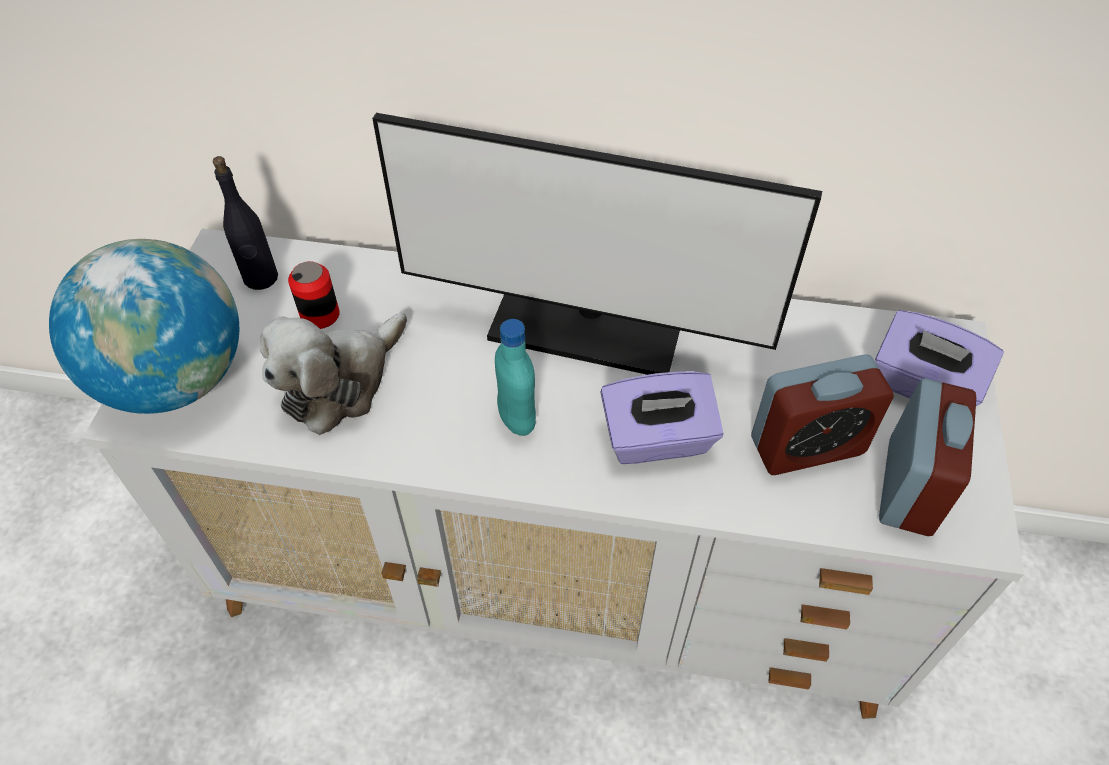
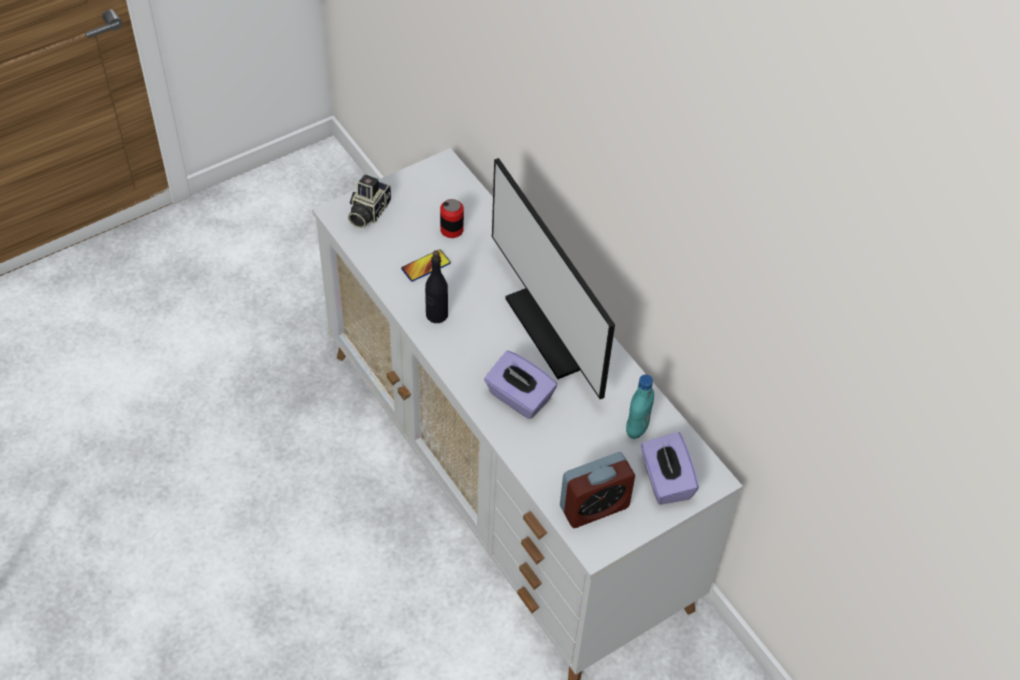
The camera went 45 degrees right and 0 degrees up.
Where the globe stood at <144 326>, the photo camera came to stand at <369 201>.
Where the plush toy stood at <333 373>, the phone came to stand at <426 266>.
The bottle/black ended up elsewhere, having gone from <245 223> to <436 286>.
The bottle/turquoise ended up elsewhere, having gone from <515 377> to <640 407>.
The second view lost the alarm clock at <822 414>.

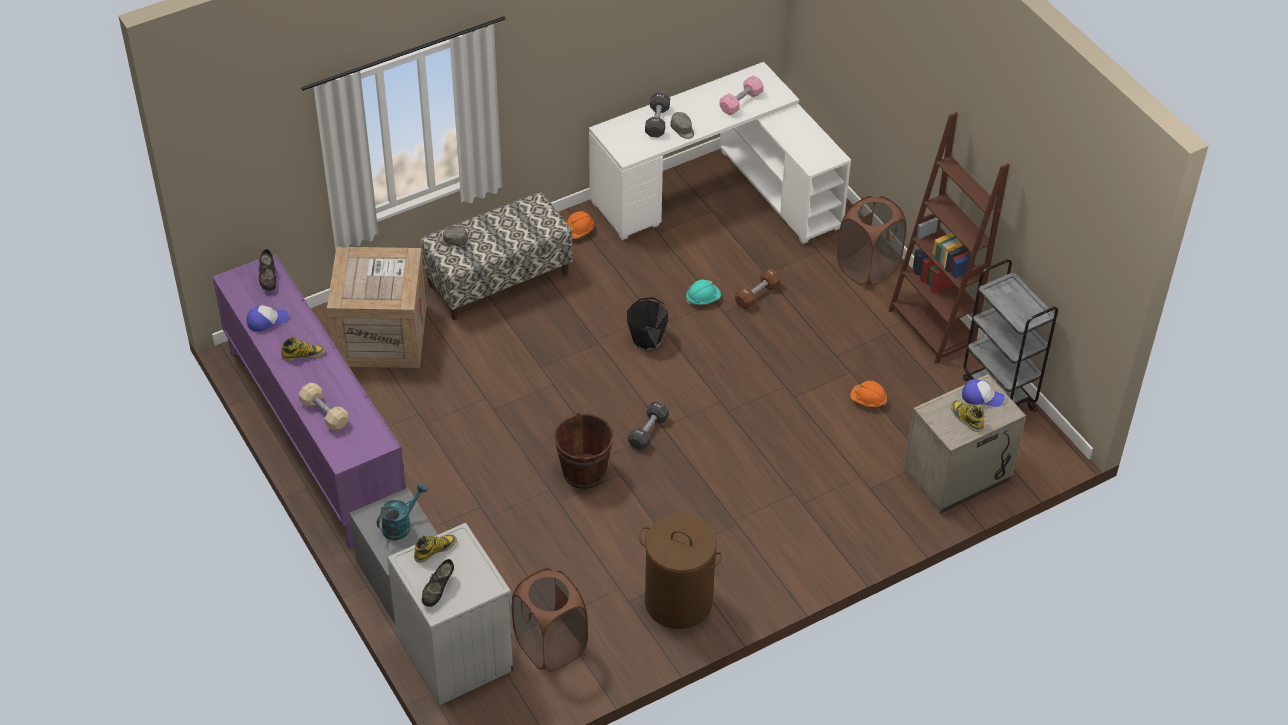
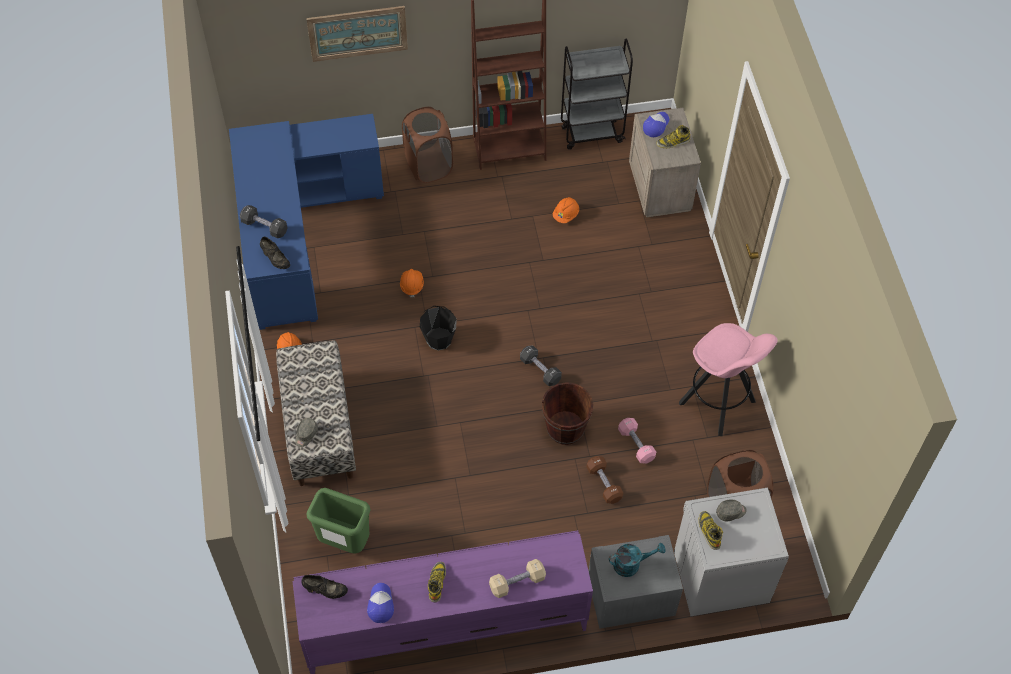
The camera went 70 degrees left and 10 degrees up.
What was the desk/white at <720 153> turned into the desk/blue at <306 222>.
The shoe/black ended up elsewhere, having gone from <438 583> to <275 253>.
The second view gained the picture at <357 34>.
Where the crate stood at <377 307>, the trash can/green came to stand at <338 521>.
What was the hard hat/turquoise at <703 292> turned into the hard hat/orange at <412 283>.
The dumbbell/brown ended up elsewhere, having gone from <758 288> to <605 480>.
The watering can/turquoise at <402 511> ended up facing another way, 105 degrees clockwise from before.
The dumbbell/pink ended up elsewhere, having gone from <741 95> to <637 441>.
Where the laundry basket/brown stood at <680 571>, the stool/pink came to stand at <728 379>.
The cap/grey ended up elsewhere, having gone from <682 125> to <731 510>.

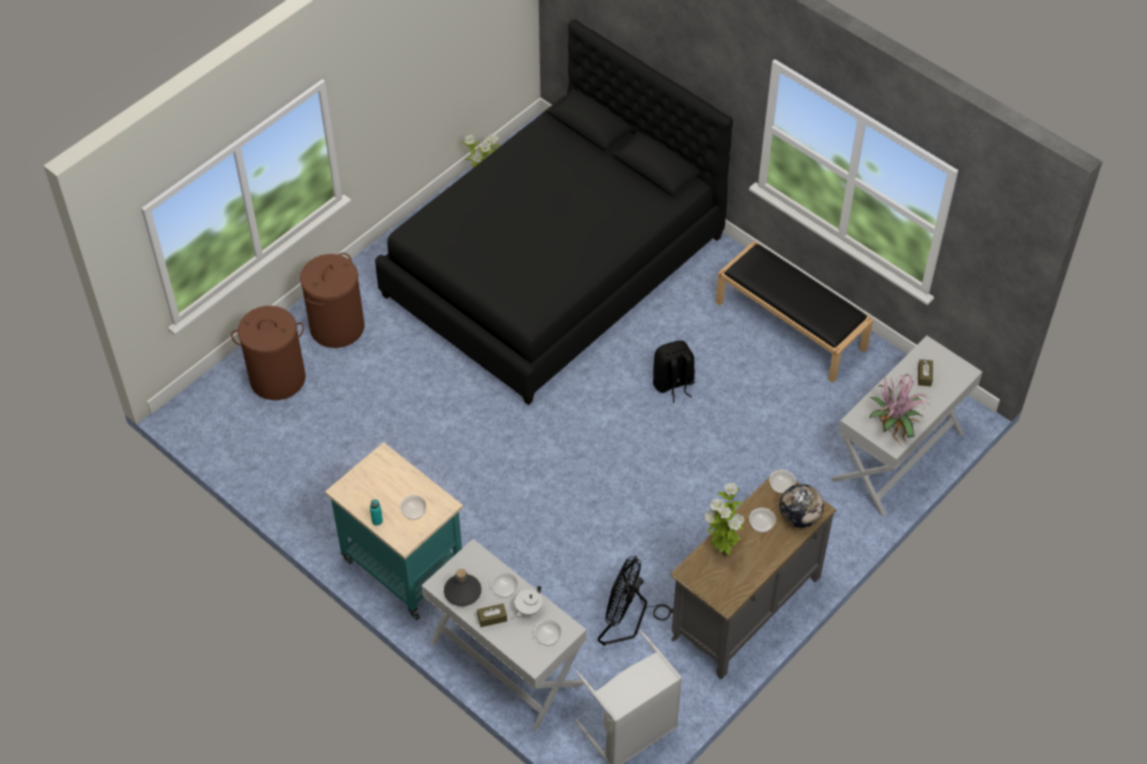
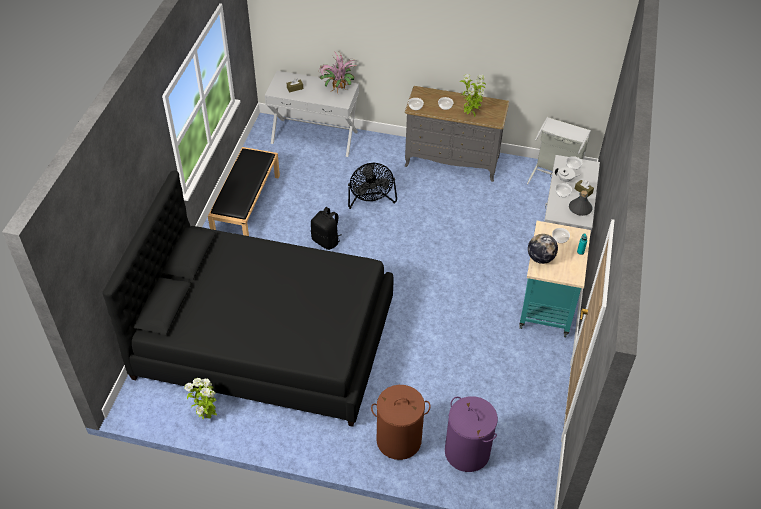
The camera went 120 degrees left and 5 degrees down.
The fan/black ended up elsewhere, having gone from <635 601> to <372 186>.
What was the laundry basket/brown at <268 353> turned into the laundry basket/purple at <471 434>.
The globe ended up elsewhere, having gone from <802 506> to <543 249>.

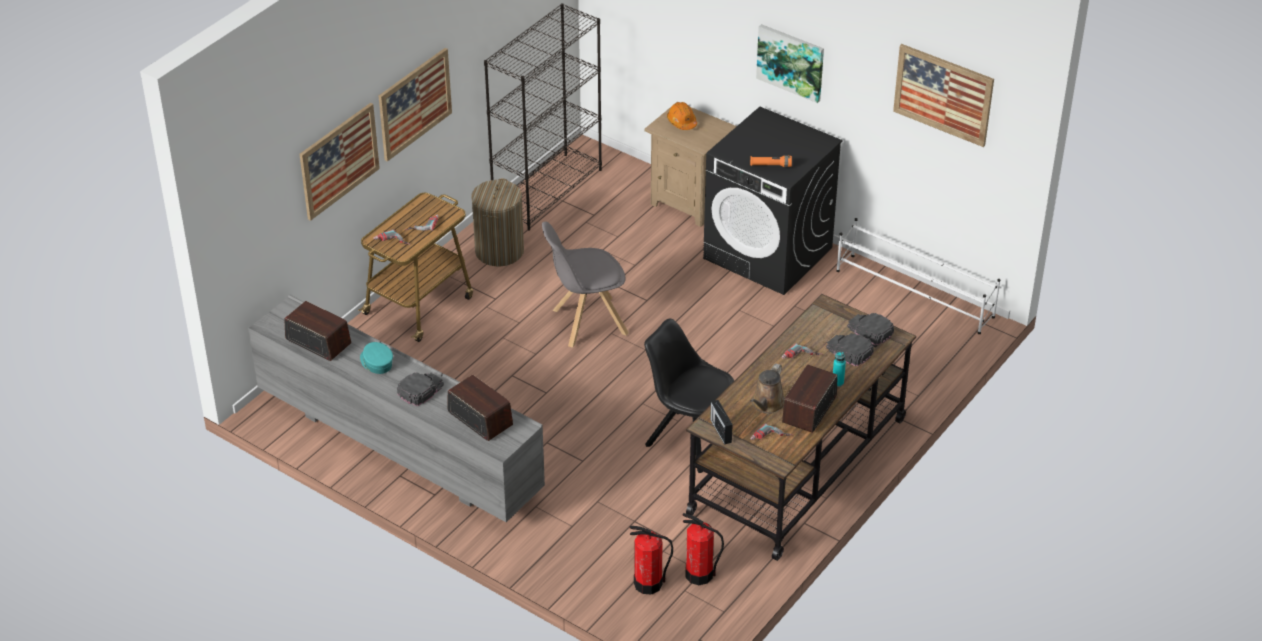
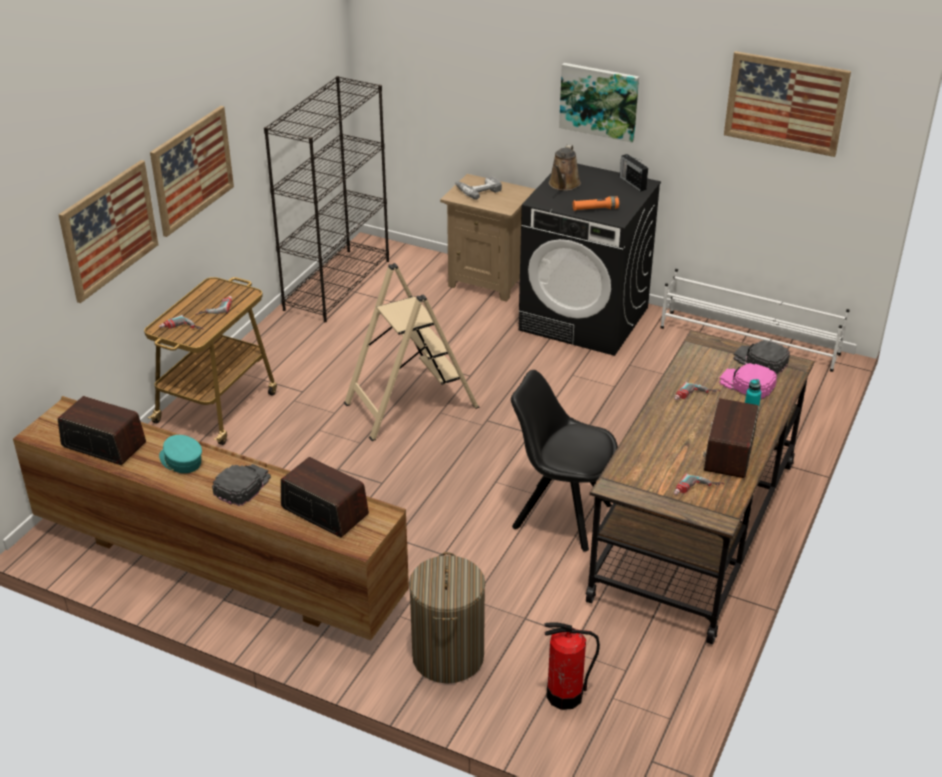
The camera went 10 degrees left and 5 degrees down.
What was the cabinet/grey at <396 408> turned into the cabinet/brown at <211 518>.
Where the chair/grey stood at <585 285>, the step ladder/beige came to stand at <411 352>.
The laundry basket ended up elsewhere, having gone from <497 222> to <447 618>.
Where the hard hat/orange stood at <682 116>, the power drill came to stand at <478 188>.
The watering can/brown ended up elsewhere, having gone from <767 389> to <565 168>.
The radio ended up elsewhere, having gone from <721 422> to <634 173>.
What was the cap/black at <850 349> turned into the cap/pink at <748 381>.
The second view lost the fire extinguisher at <703 549>.

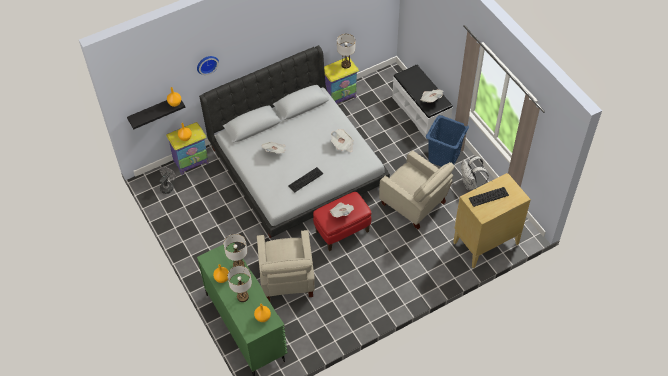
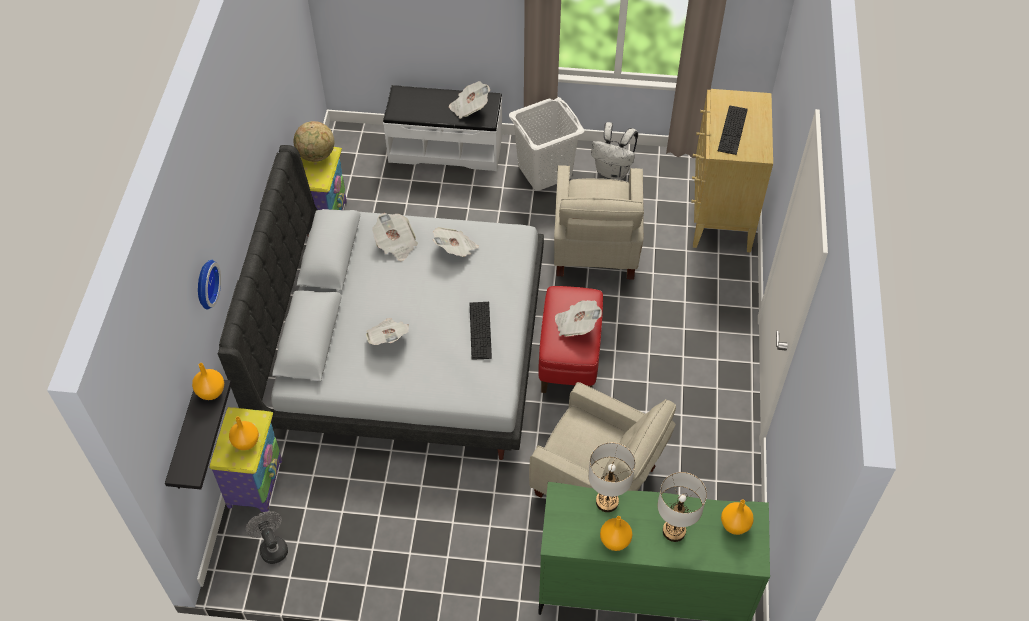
The camera went 55 degrees left and 0 degrees up.
Where the table lamp stood at <346 51>, the globe came to stand at <313 141>.
The second view gained the newspaper at <395 237>.
What was the laundry basket/blue at <447 141> turned into the laundry basket/white at <546 144>.
The armchair/beige at <417 189> ended up facing another way, 105 degrees clockwise from before.

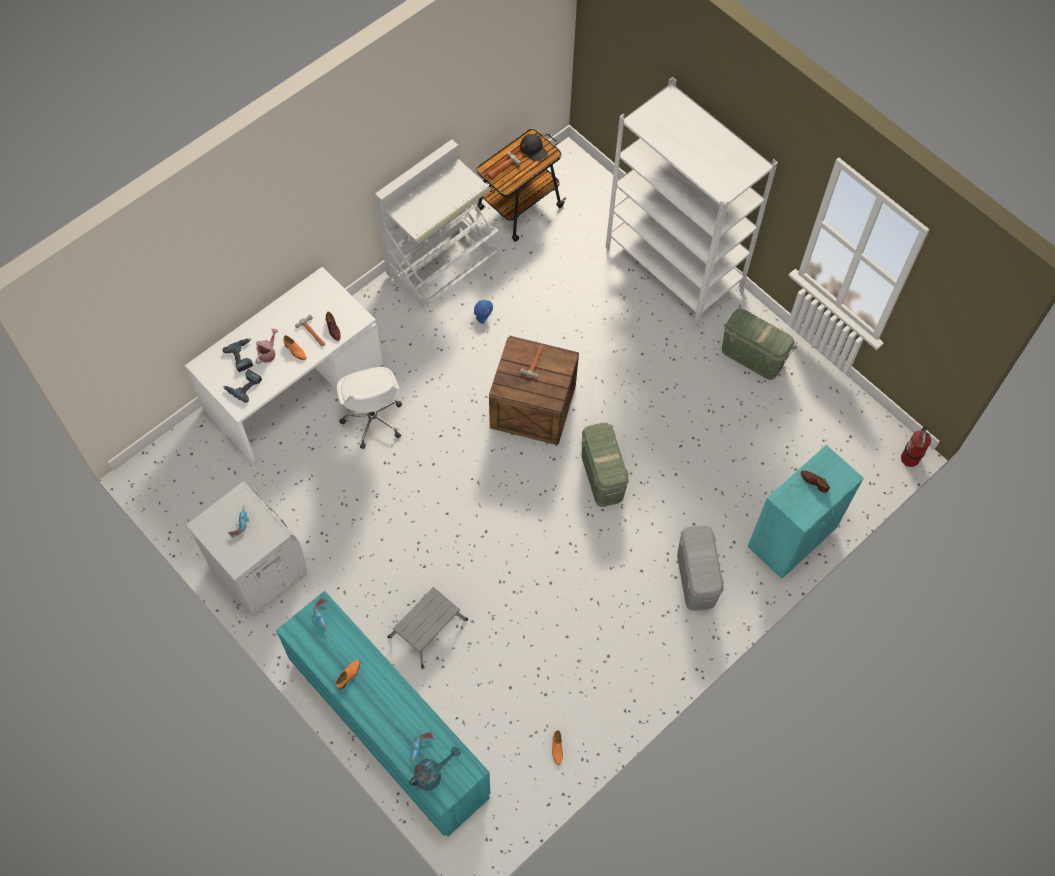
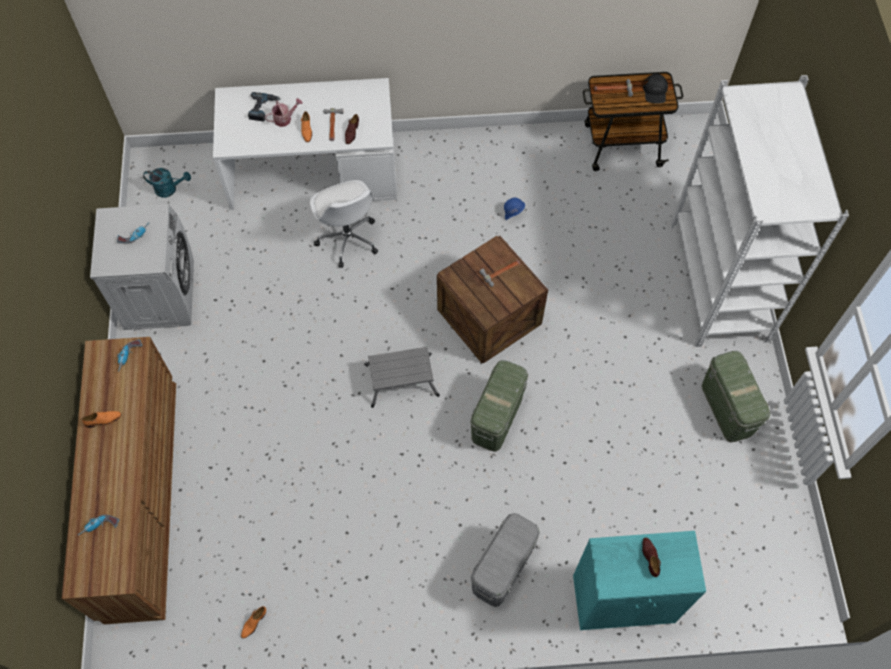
The camera went 40 degrees right and 0 degrees up.
What was the dresser/turquoise at <383 713> turned into the dresser/brown at <119 480>.
The watering can/turquoise ended up elsewhere, having gone from <435 768> to <167 183>.
The office chair/white at <369 408> ended up facing another way, 45 degrees counterclockwise from before.
The step ladder/grey ended up elsewhere, having gone from <427 627> to <402 377>.
The second view lost the power drill at <242 386>.
The second view lost the shoe rack/white at <436 224>.
The second view lost the fire extinguisher at <916 446>.

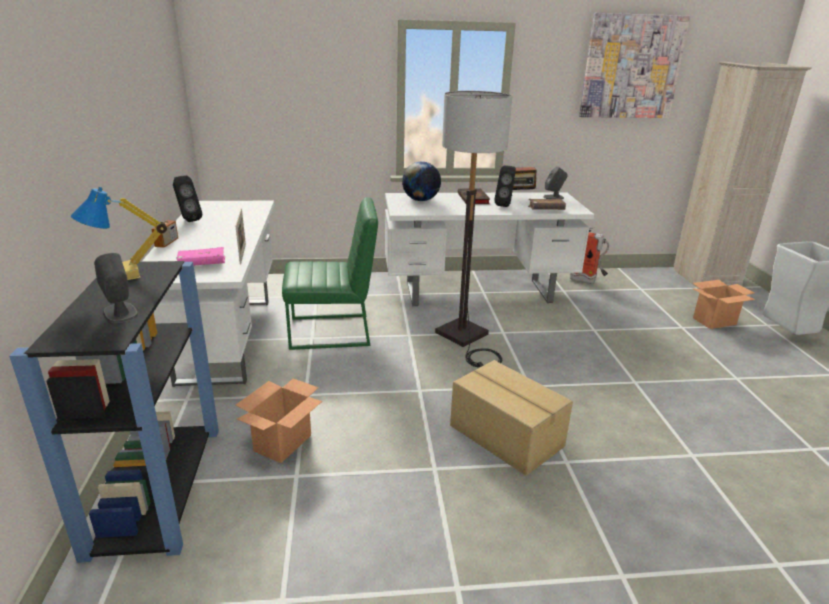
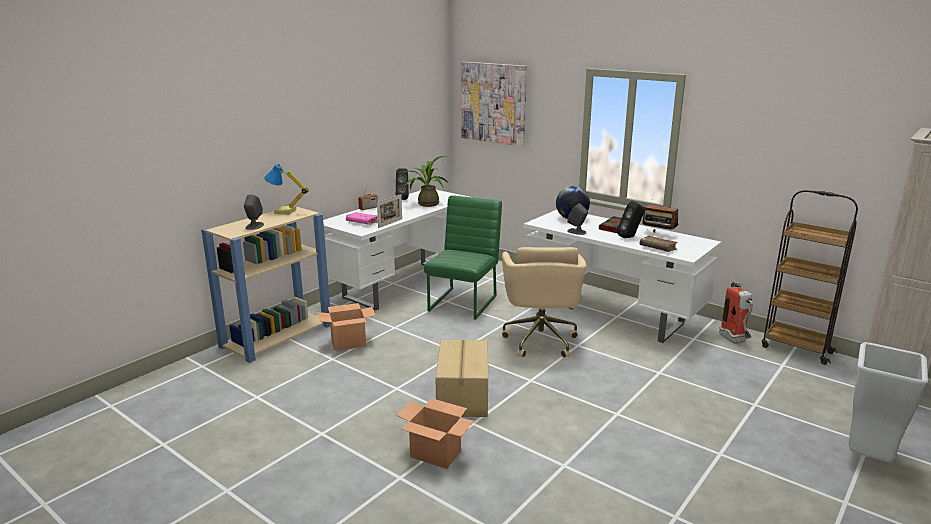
The camera went 45 degrees right and 5 degrees down.
What was the bookcase/black at <114 412> turned into the bookcase/beige at <265 285>.
The cardboard box ended up elsewhere, having gone from <723 304> to <435 433>.
The second view gained the potted plant at <425 181>.
The chair/green at <330 273> ended up facing another way, 105 degrees counterclockwise from before.
The picture ended up elsewhere, having gone from <635 65> to <494 104>.
Where the floor lamp stood at <473 229>, the office chair/beige came to stand at <544 302>.
The speaker/grey ended up elsewhere, having gone from <555 182> to <577 219>.
The second view gained the cart/brown at <809 277>.

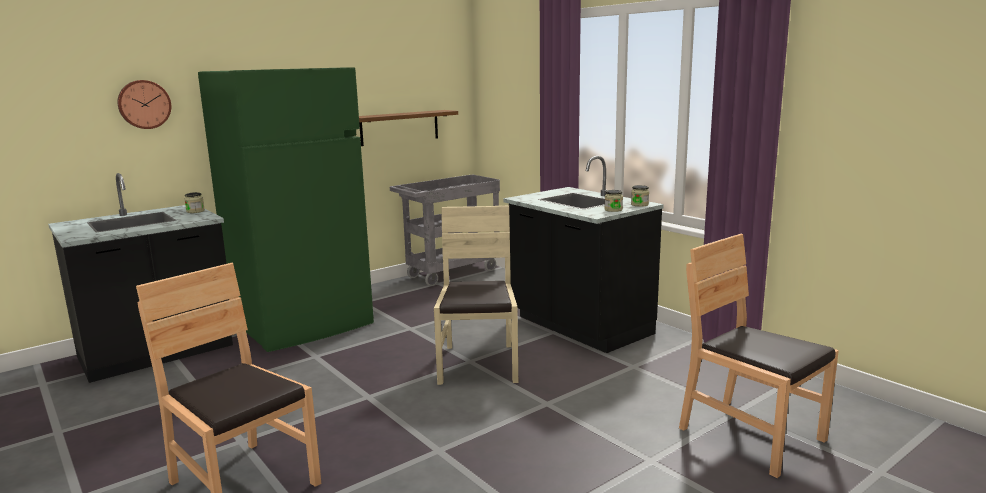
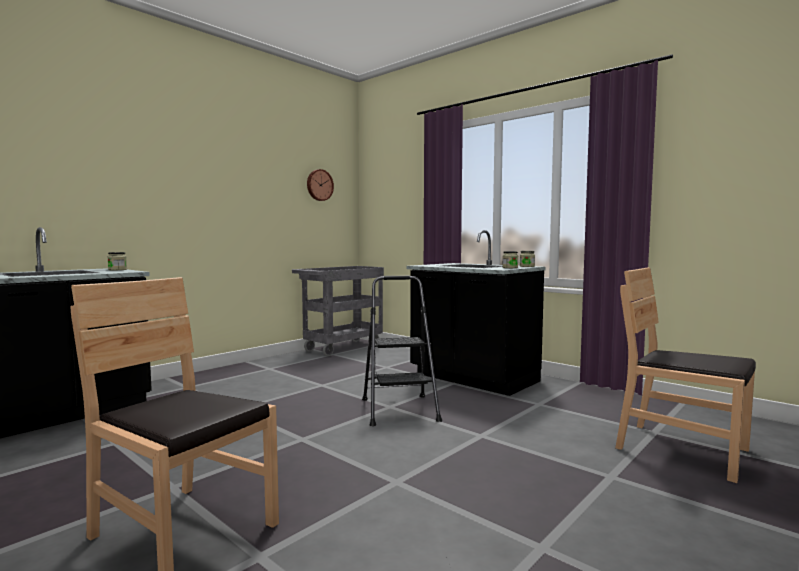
The camera went 10 degrees left and 10 degrees down.
The wall clock ended up elsewhere, having gone from <144 104> to <320 185>.
Where the chair/beige stood at <476 295>, the step ladder/black came to stand at <402 351>.
The second view lost the fridge/green at <286 209>.
The second view lost the shelf at <408 128>.

